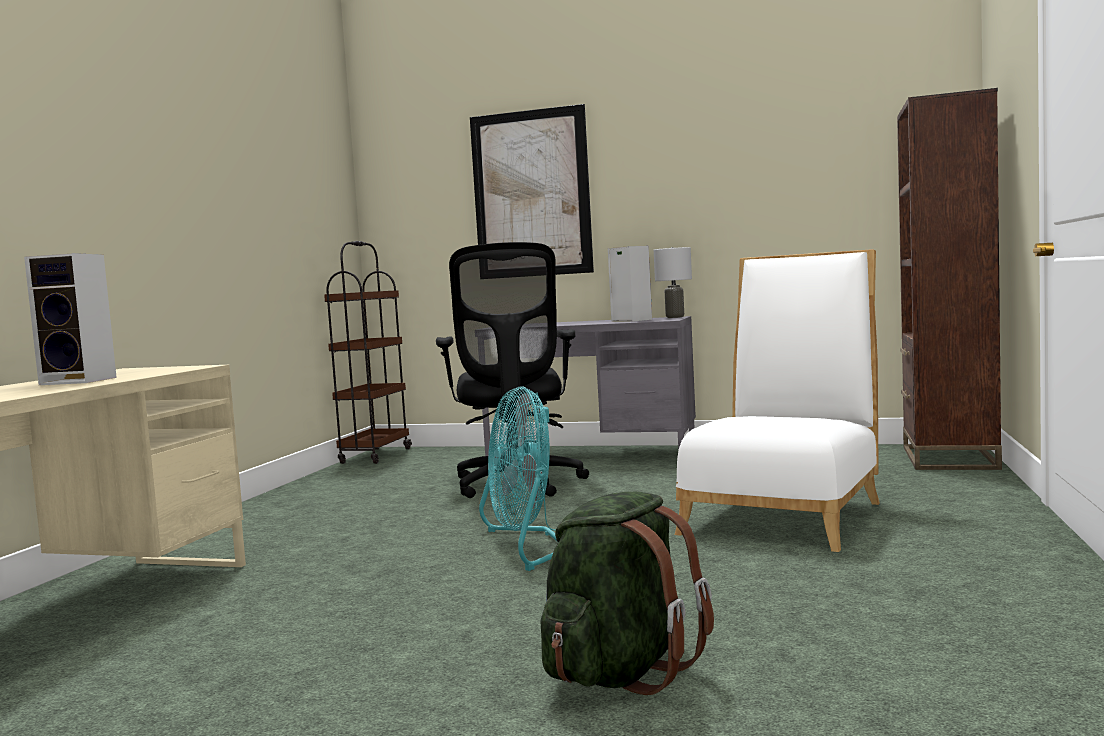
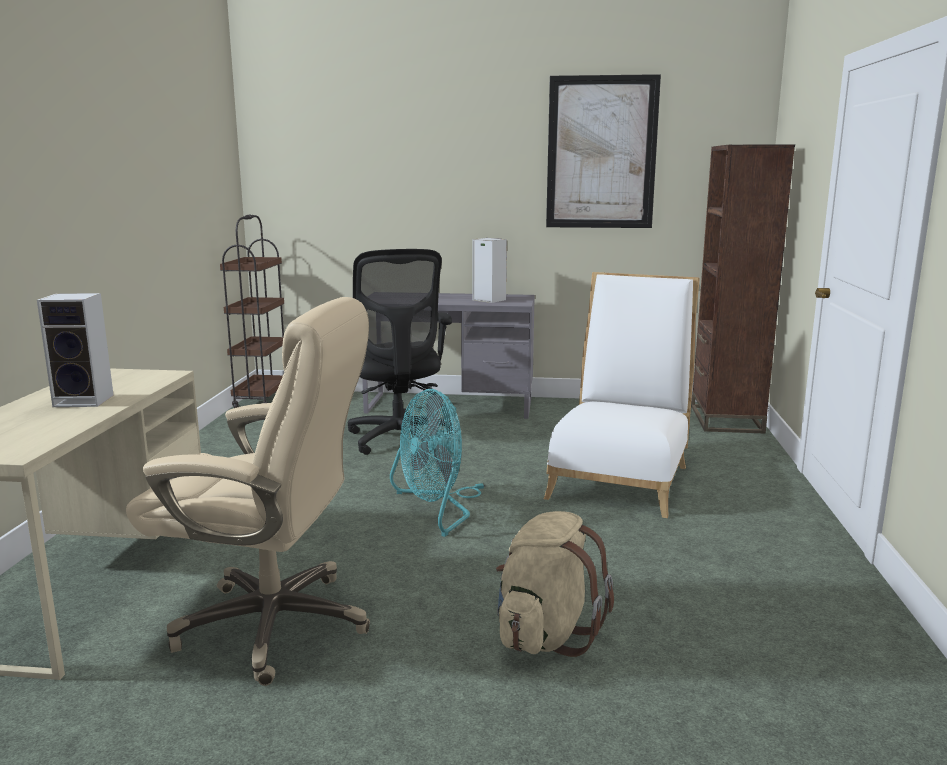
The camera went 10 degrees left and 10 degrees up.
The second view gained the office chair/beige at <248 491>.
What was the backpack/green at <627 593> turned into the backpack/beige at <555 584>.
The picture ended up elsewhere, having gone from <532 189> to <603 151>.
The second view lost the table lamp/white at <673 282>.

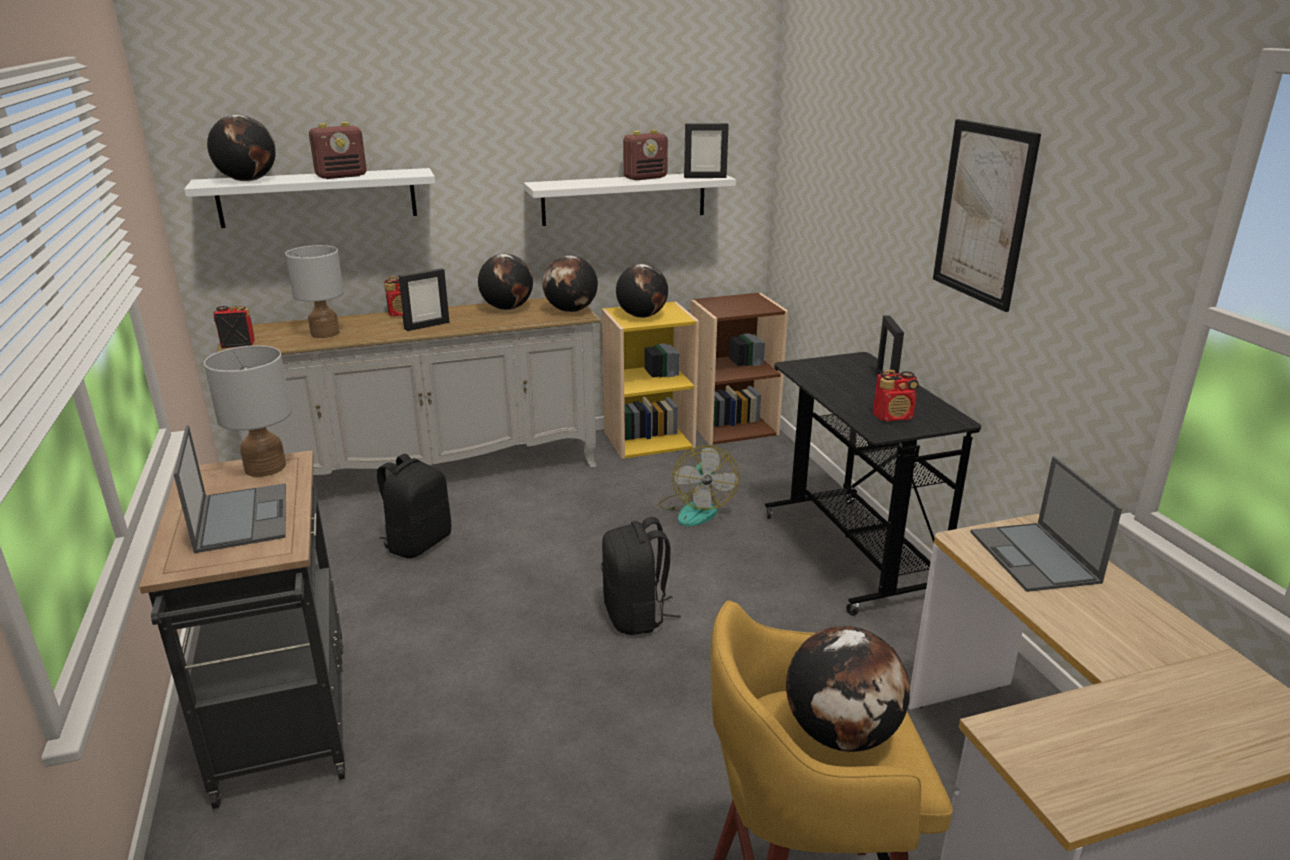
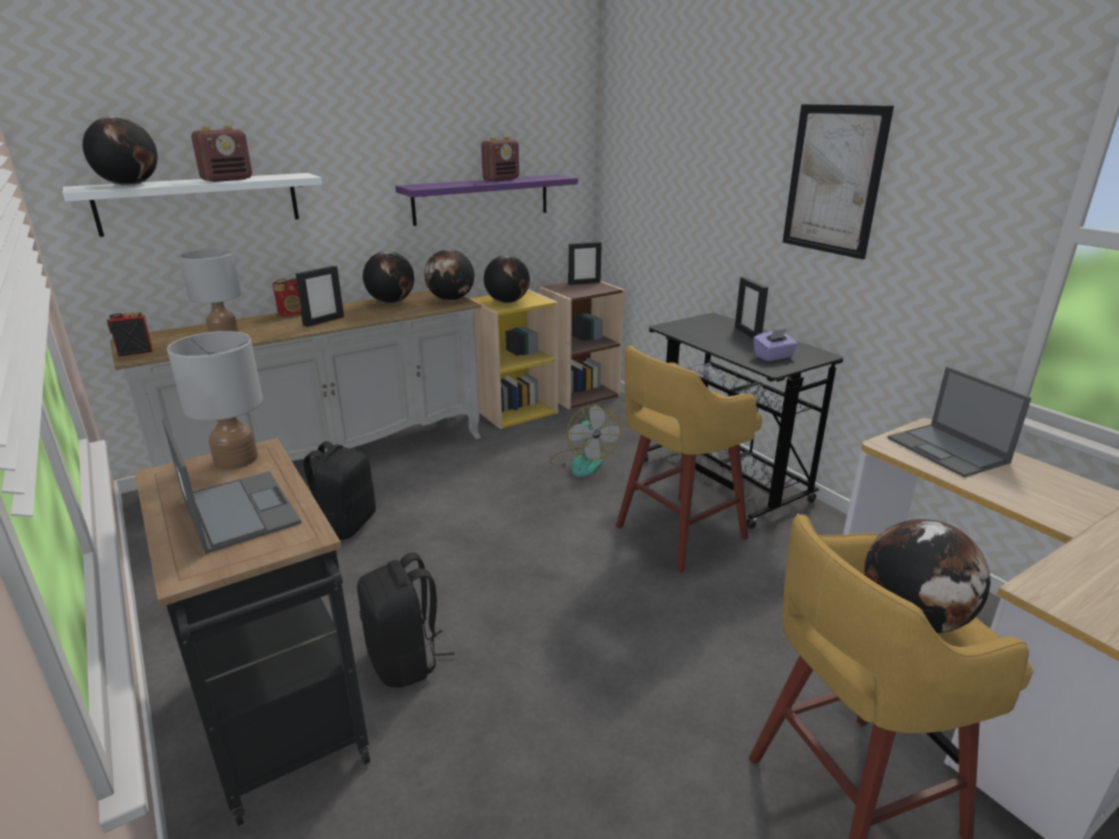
The camera went 15 degrees left and 0 degrees up.
The backpack/black ended up elsewhere, having gone from <641 576> to <406 620>.
What was the shelf/white at <630 200> turned into the shelf/purple at <486 200>.
The picture frame ended up elsewhere, having gone from <706 150> to <585 263>.
The second view gained the stool/yellow at <689 459>.
Where the radio stood at <895 395>, the tissue box/purple came to stand at <775 345>.

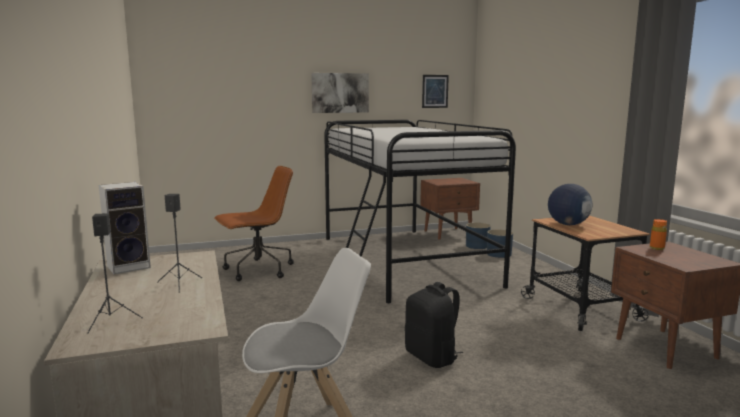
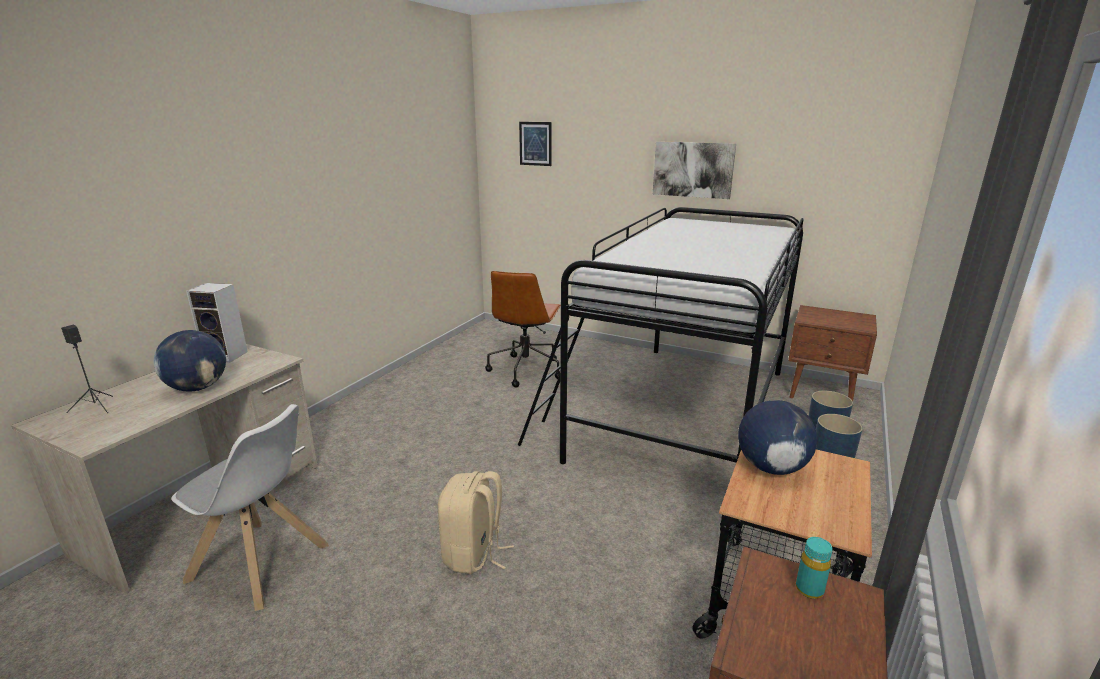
The camera went 45 degrees right and 10 degrees up.
Where the speaker/black stood at <179 243>, the globe came to stand at <189 361>.
What was the backpack/black at <434 325> turned into the backpack/beige at <476 522>.
The office chair/brown at <254 223> ended up facing another way, 90 degrees clockwise from before.
The picture ended up elsewhere, having gone from <435 91> to <535 144>.
What was the bottle/orange at <658 234> turned into the bottle/turquoise at <814 568>.

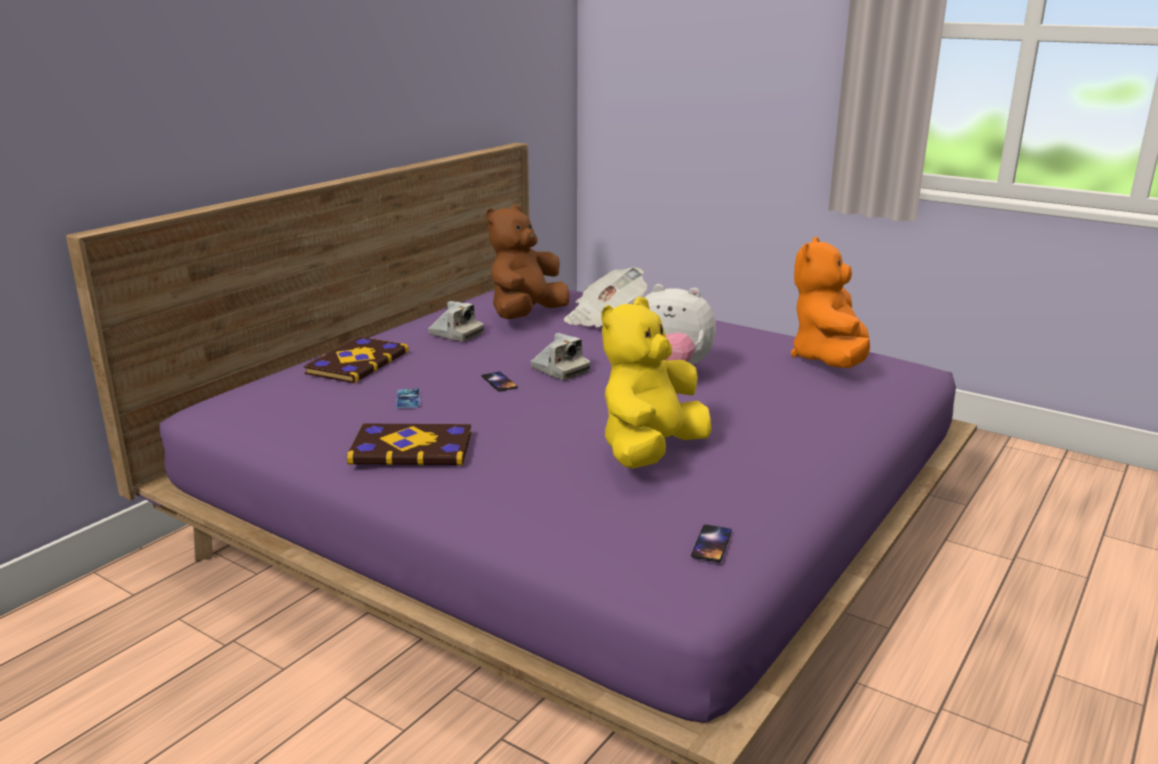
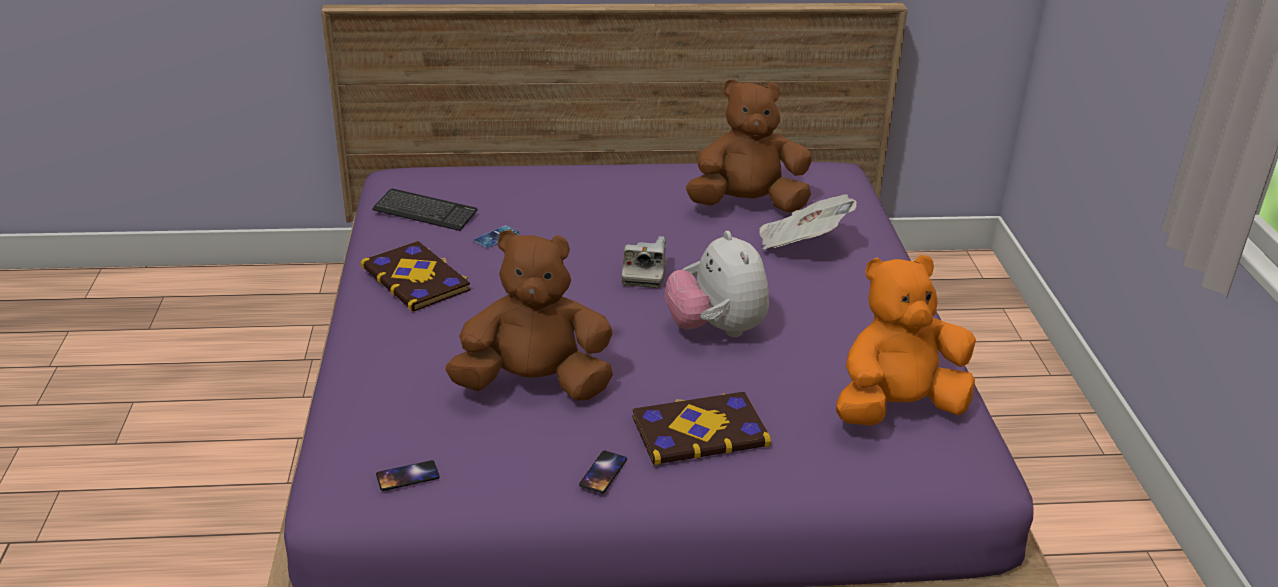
The camera went 50 degrees right and 10 degrees up.
The second view gained the keyboard at <425 210>.
What was the plush toy/yellow at <656 383> turned into the plush toy/brown at <529 315>.
The phone ended up elsewhere, having gone from <500 382> to <603 471>.
The book ended up elsewhere, having gone from <356 360> to <701 428>.
The second view lost the photo camera at <456 321>.

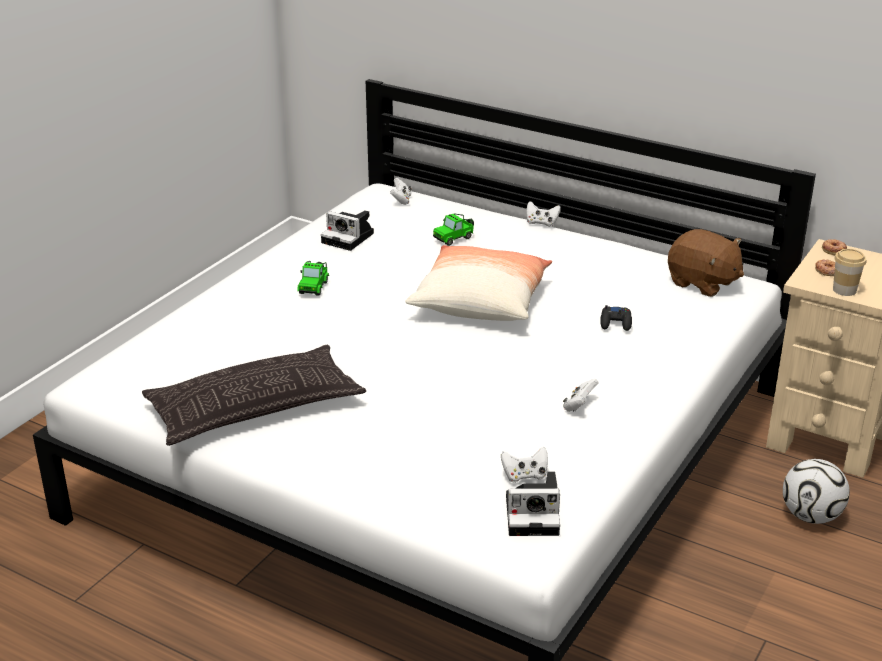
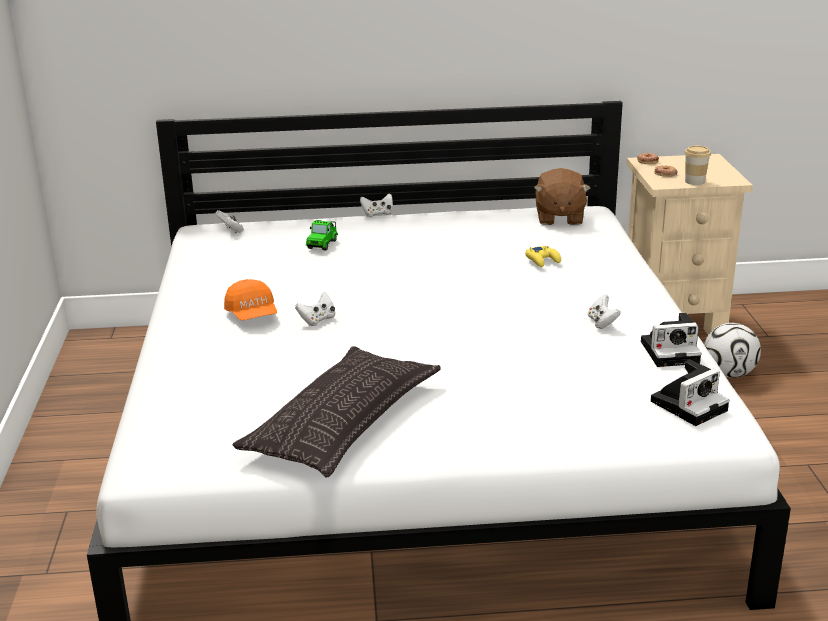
The camera went 35 degrees left and 5 degrees down.
Where the toy car stood at <313 278>, the cap/orange came to stand at <250 299>.
The game controller/white ended up elsewhere, having gone from <524 465> to <315 309>.
What was the game controller/black at <616 318> turned into the game controller/yellow at <543 256>.
The plush toy/brown at <706 263> ended up facing another way, 90 degrees clockwise from before.
The photo camera ended up elsewhere, having gone from <347 231> to <671 340>.
The second view lost the pillow at <478 283>.

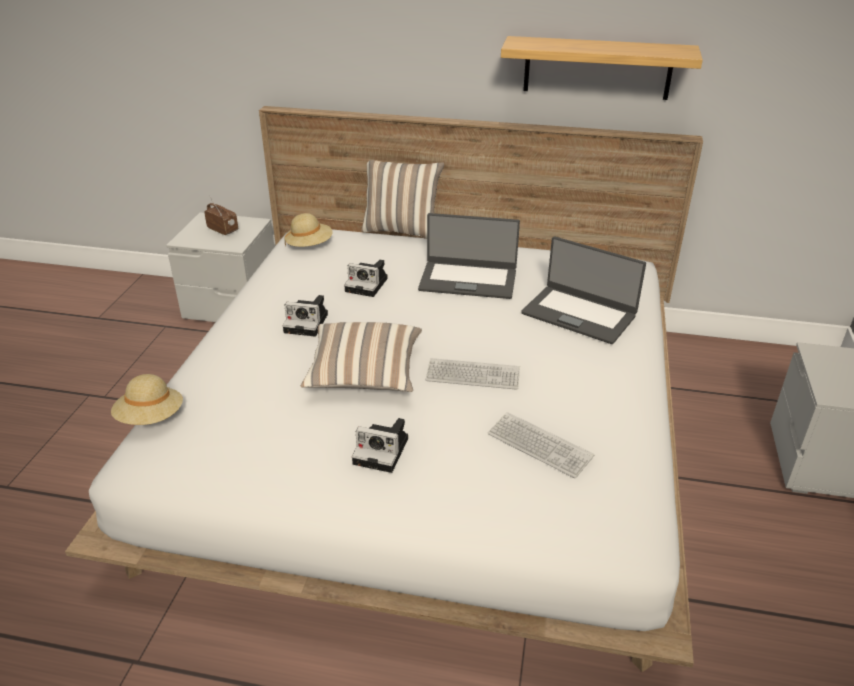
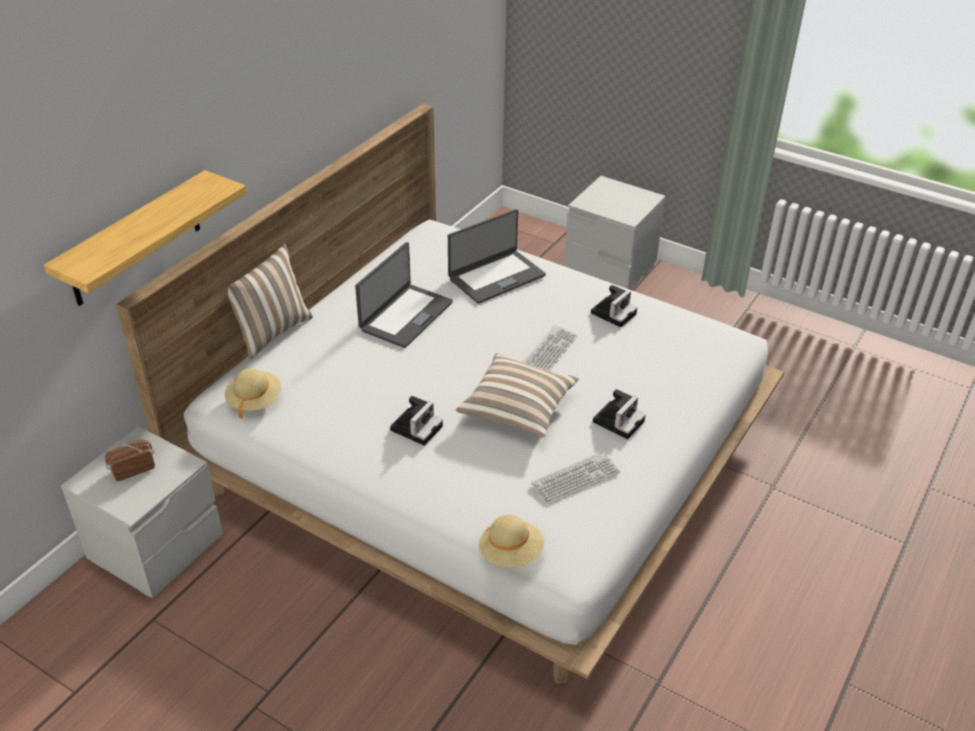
The camera went 70 degrees left and 5 degrees up.
The shelf ended up elsewhere, having gone from <602 68> to <145 238>.
The keyboard ended up elsewhere, having gone from <541 445> to <575 478>.
The photo camera ended up elsewhere, having gone from <366 278> to <614 306>.

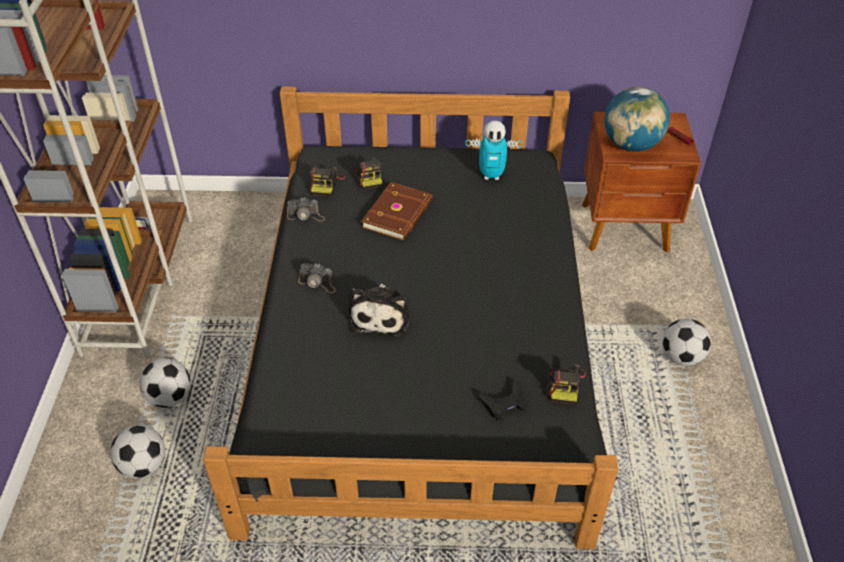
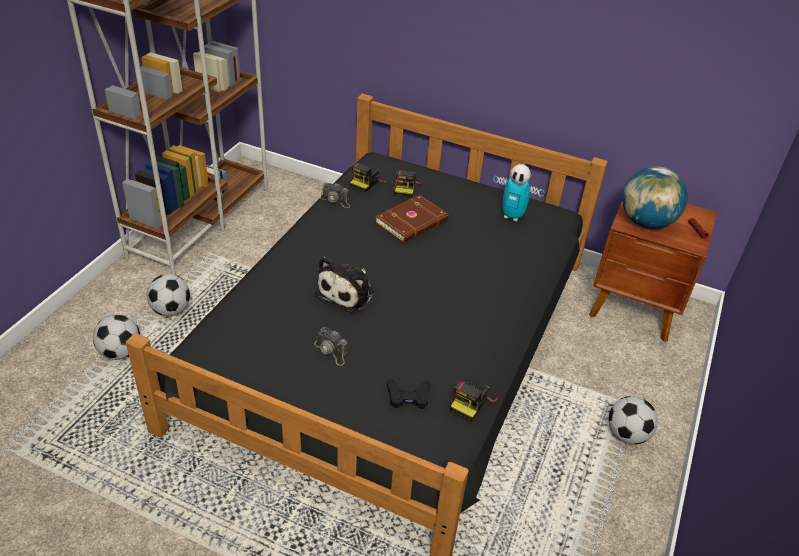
The camera went 20 degrees right and 5 degrees down.
The photo camera ended up elsewhere, having gone from <317 278> to <331 346>.

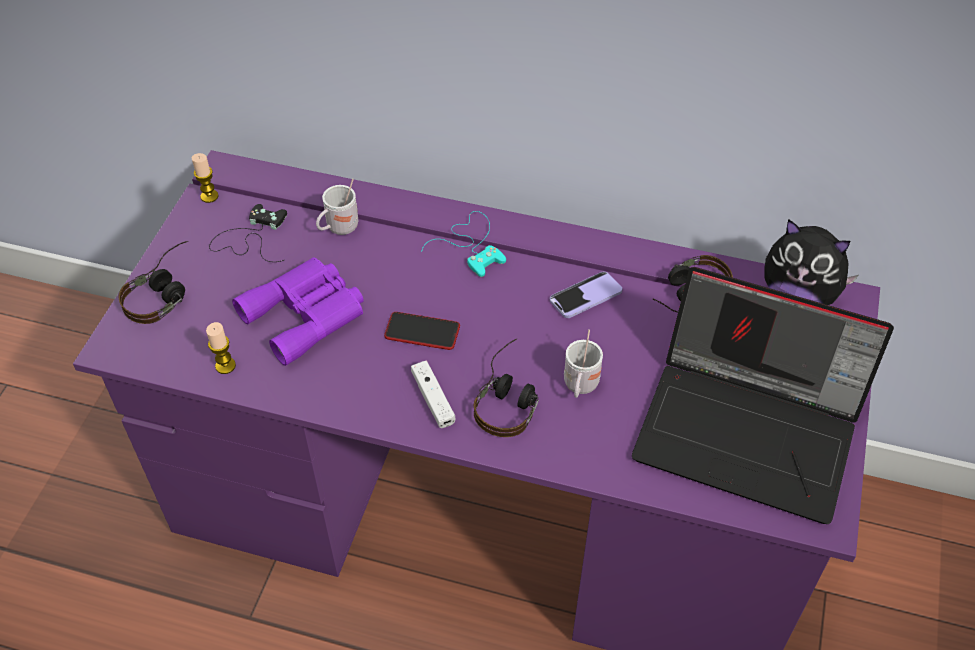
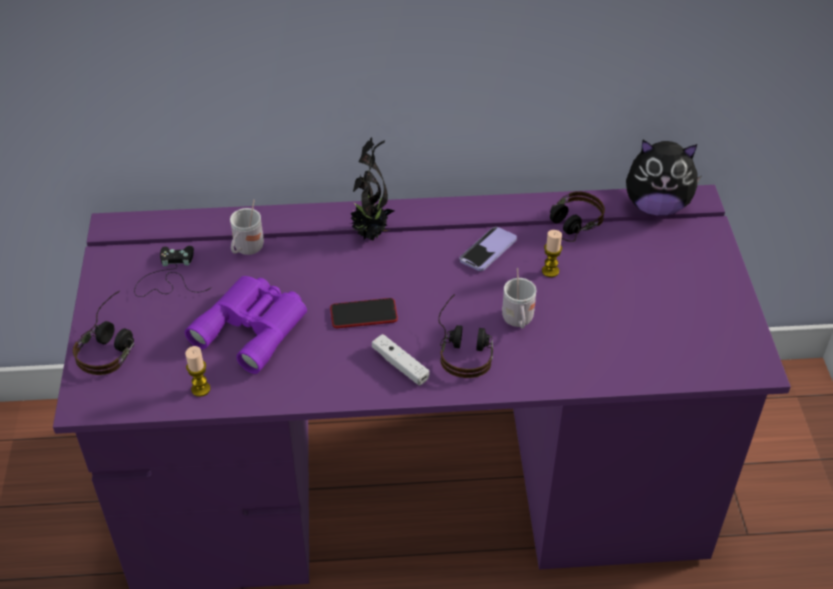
The camera went 20 degrees left and 5 degrees down.
Where the game controller/turquoise stood at <463 244>, the potted plant came to stand at <372 189>.
The candle ended up elsewhere, having gone from <205 178> to <552 253>.
The second view lost the laptop at <763 395>.

